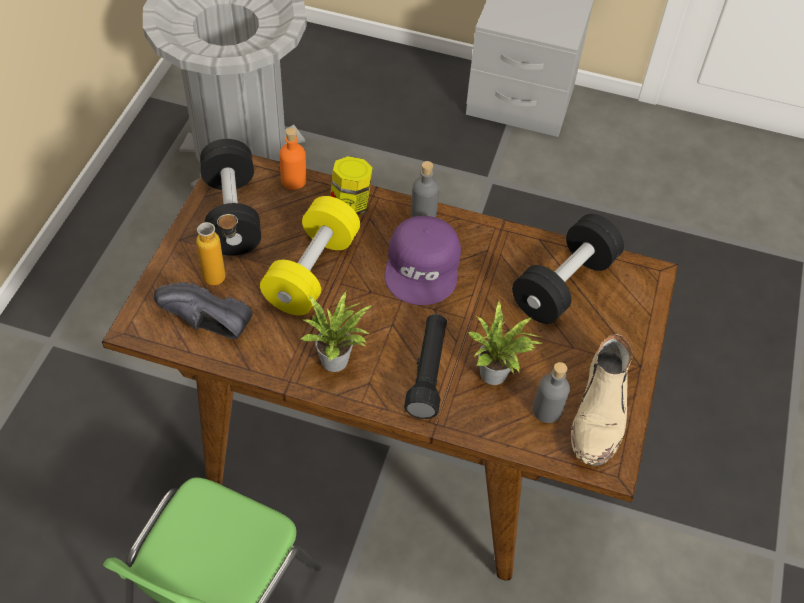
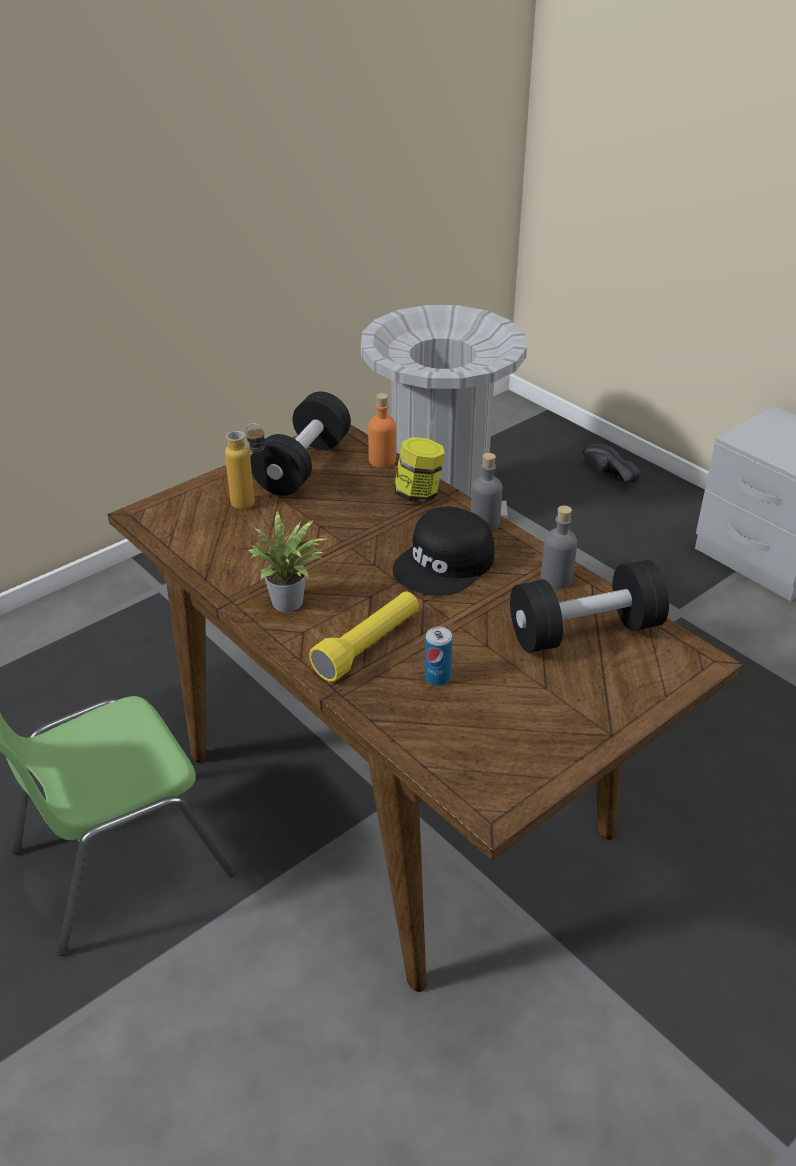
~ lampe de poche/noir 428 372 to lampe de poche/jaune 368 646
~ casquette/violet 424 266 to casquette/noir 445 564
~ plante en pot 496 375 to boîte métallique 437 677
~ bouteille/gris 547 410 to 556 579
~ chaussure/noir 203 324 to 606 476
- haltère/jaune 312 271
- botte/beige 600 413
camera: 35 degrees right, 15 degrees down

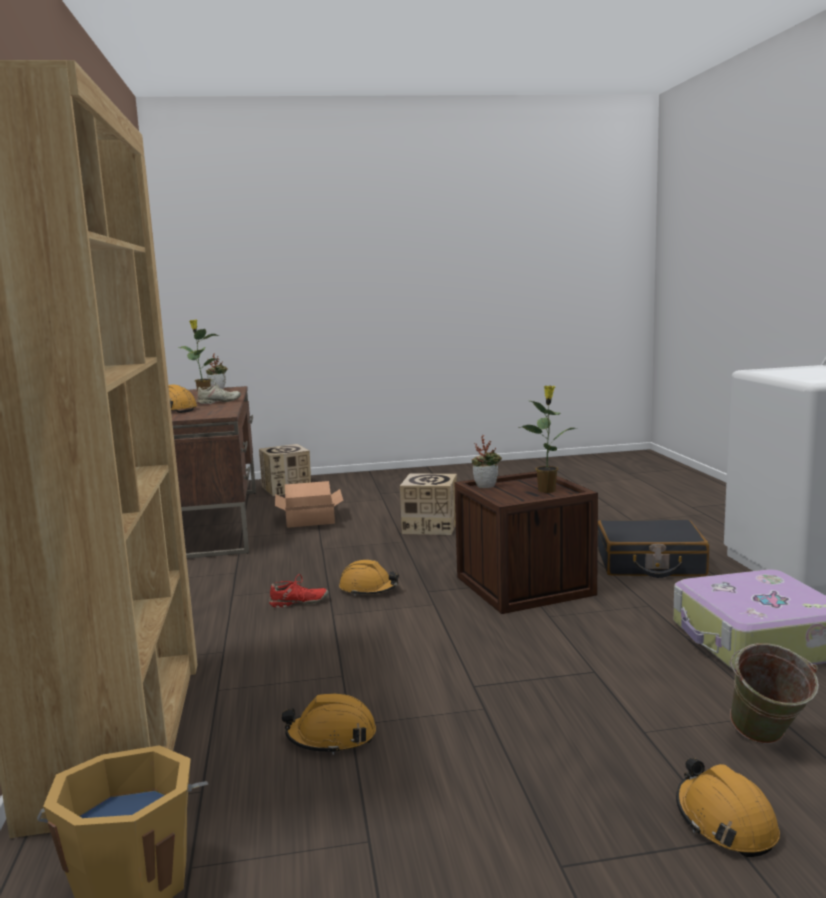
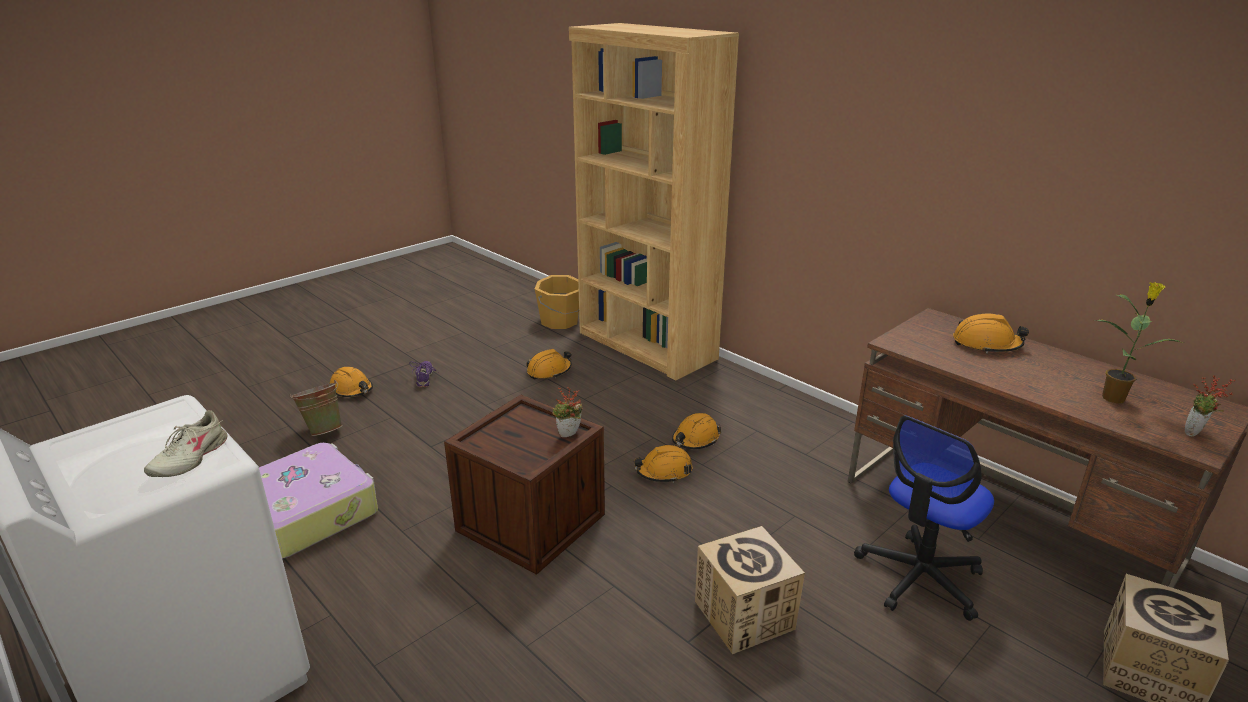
~ chaussure/beige 218 402 to 190 458
+ chaussure/violet 425 378
~ chaussure/rouge 298 603 to casque de chantier/orange 695 439
~ carton 311 518 to chaise de bureau 919 577
- plante en pot 547 490
- valise/noir 650 564
camera: 145 degrees right, 15 degrees up

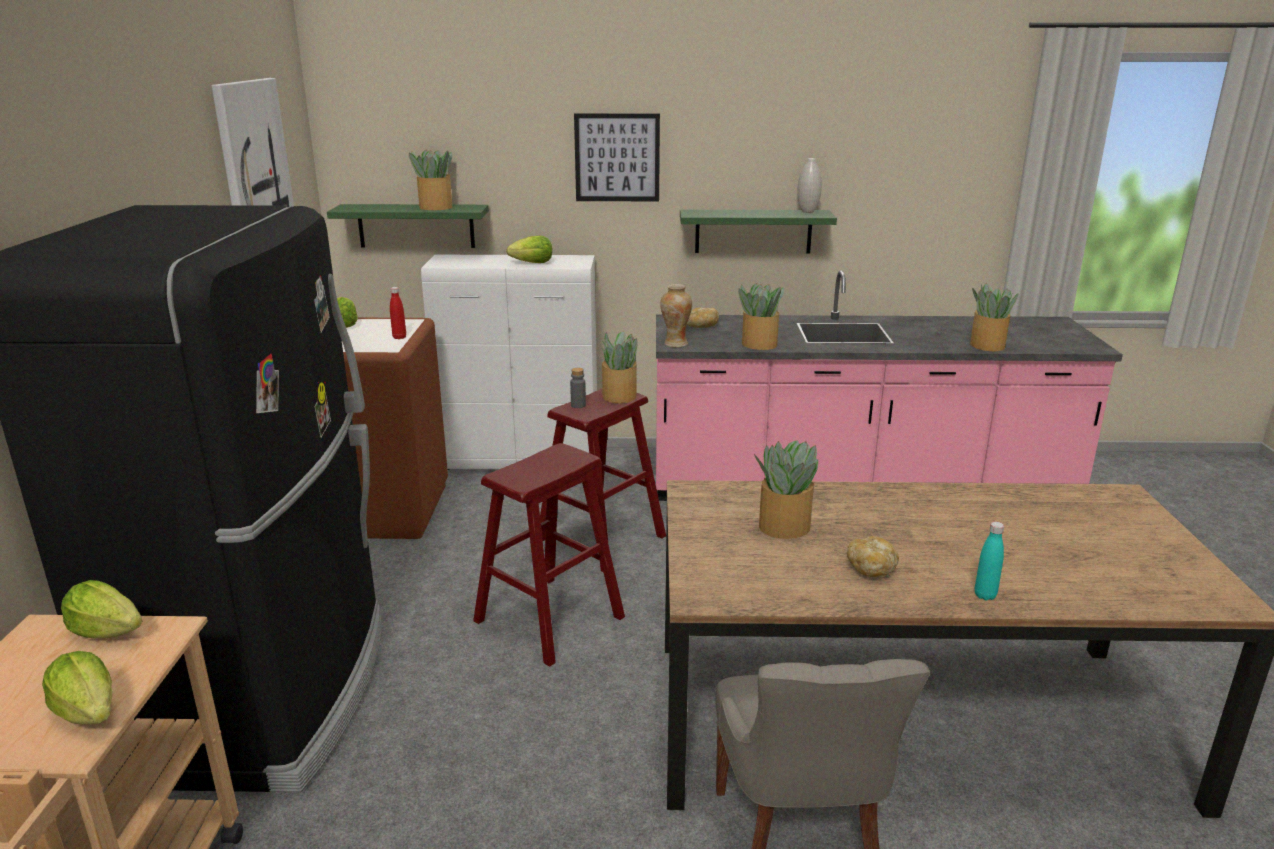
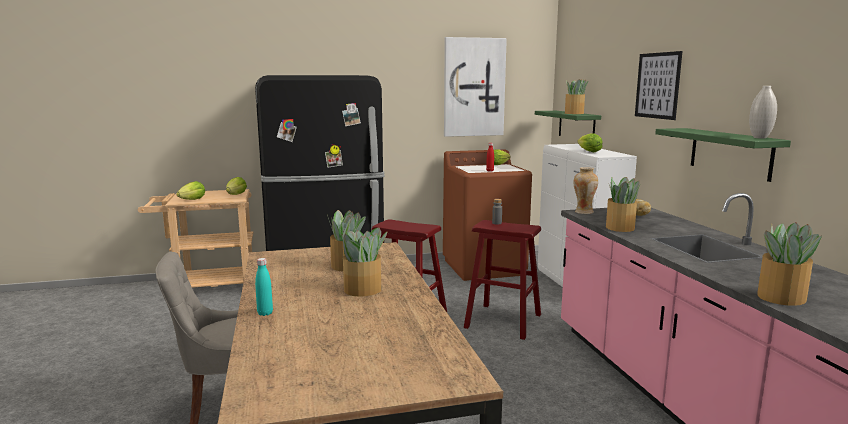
~ plante en pot 619 396 to 363 290
- pain 871 568
camera: 75 degrees right, 10 degrees down

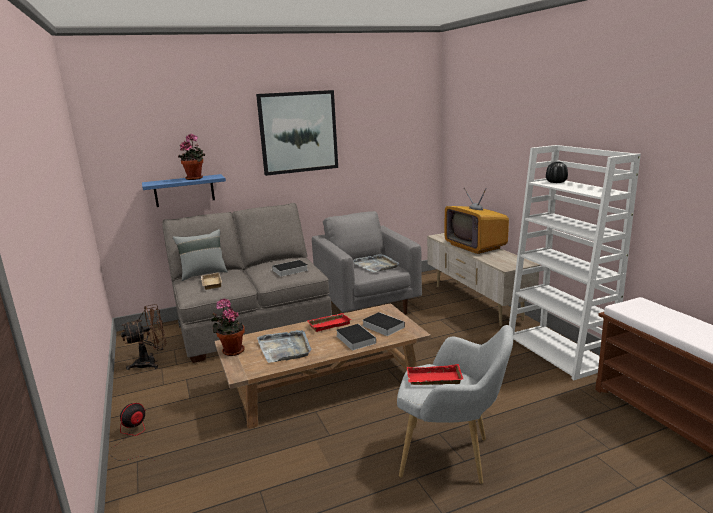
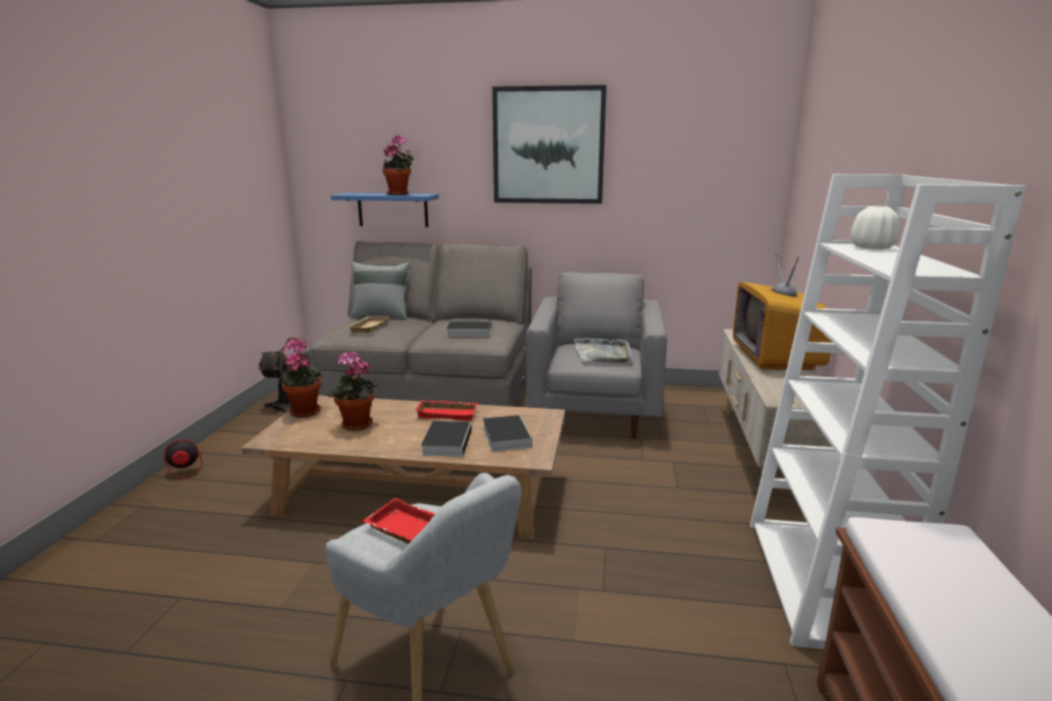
~ plateau/gris 285 348 to plante en pot 356 426
~ vase/noir 556 182 to vase/blanc 872 248
camera: 30 degrees right, 0 degrees up

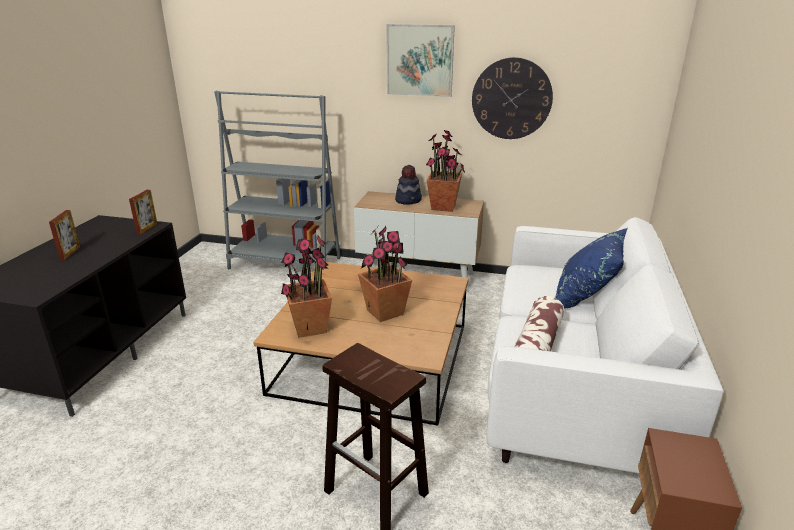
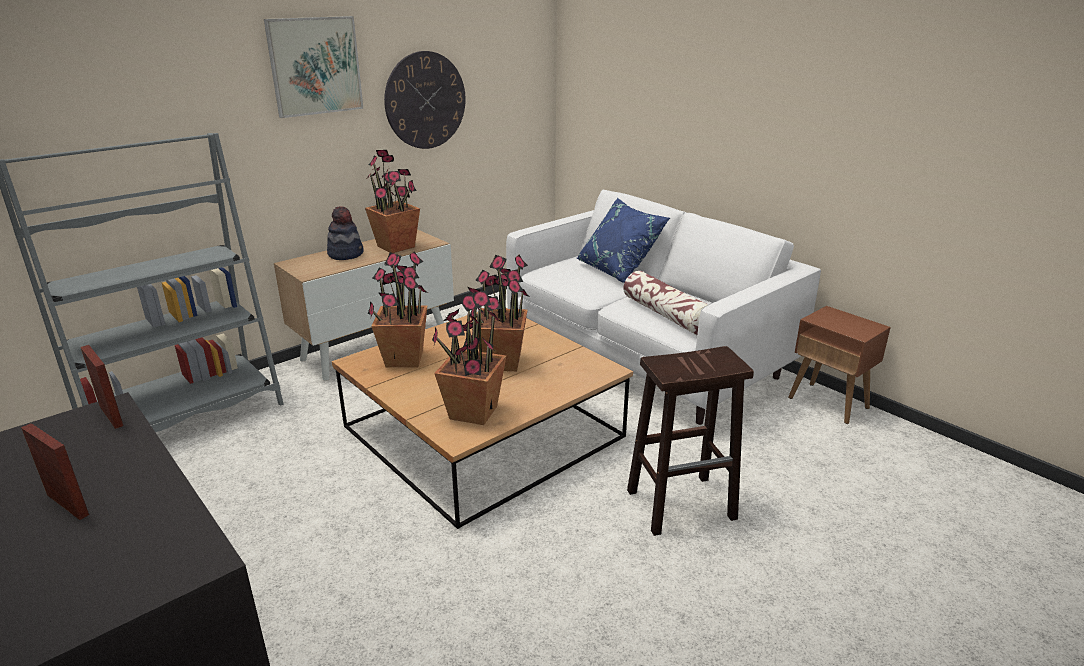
+ plante en pot 404 359
camera: 55 degrees left, 0 degrees up

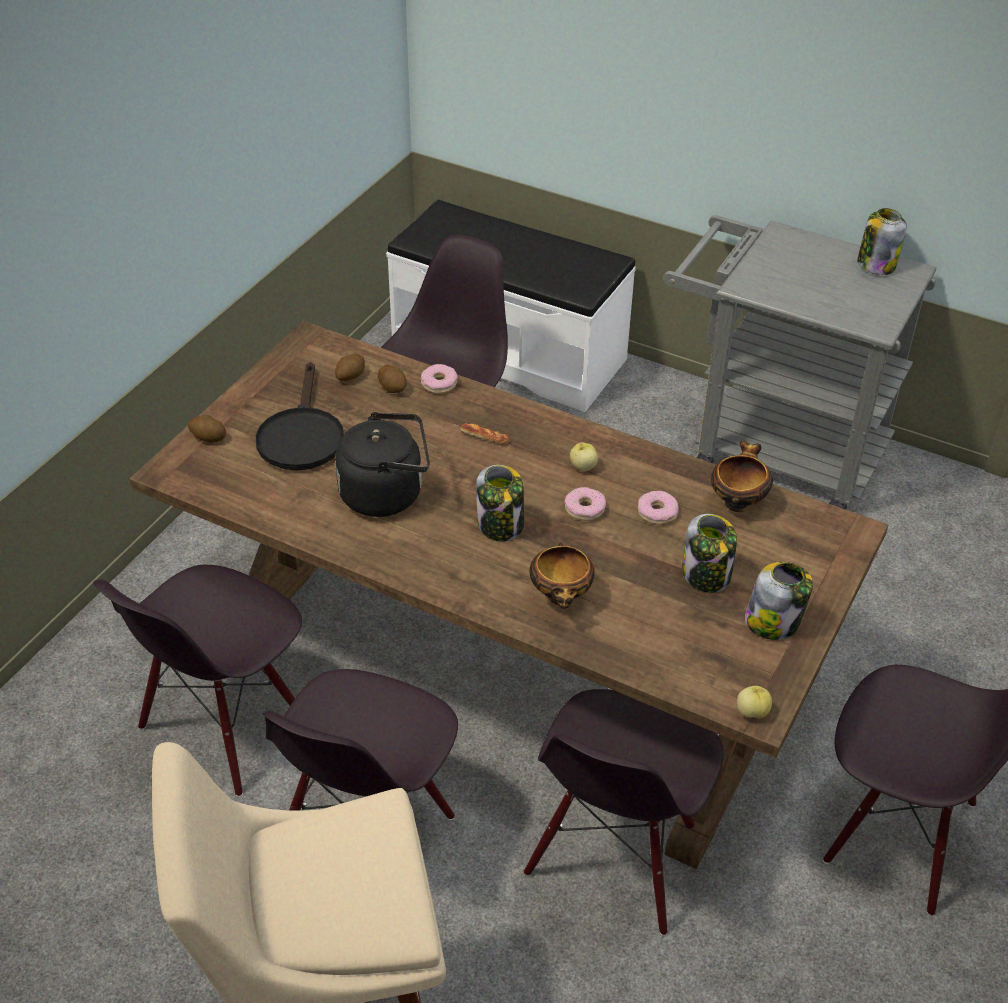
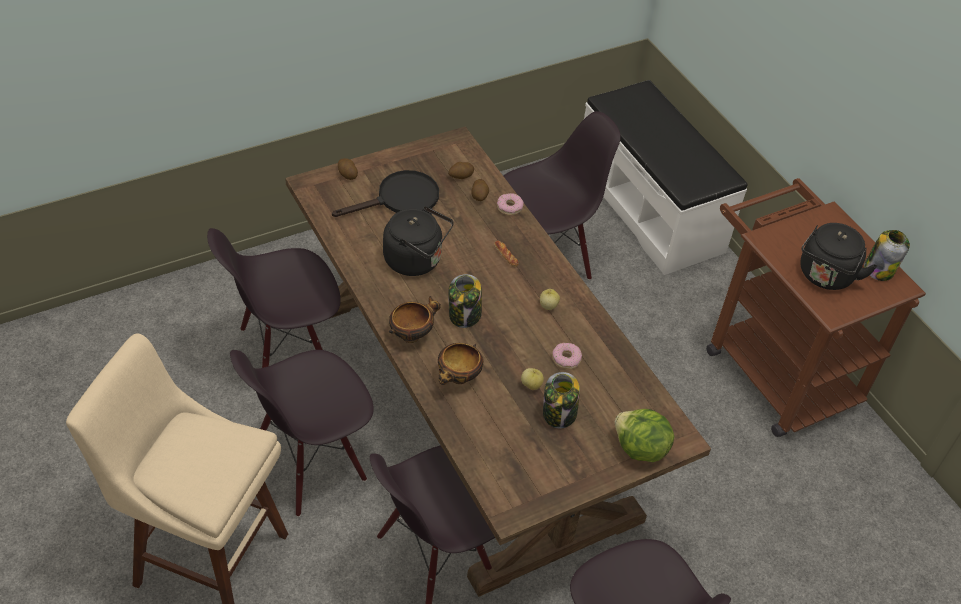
~ poêle/noir 301 435 = 400 199 150 degrees counterclockwise
~ bol 737 502 to 412 335
~ pomme 752 712 to 531 385
+ laitue 639 449
~ chariot/gris 772 448 to chariot/marron 773 366
+ bouilloire/noir 825 276
- beignet 584 509
- bocal 773 622
camera: 30 degrees right, 5 degrees up

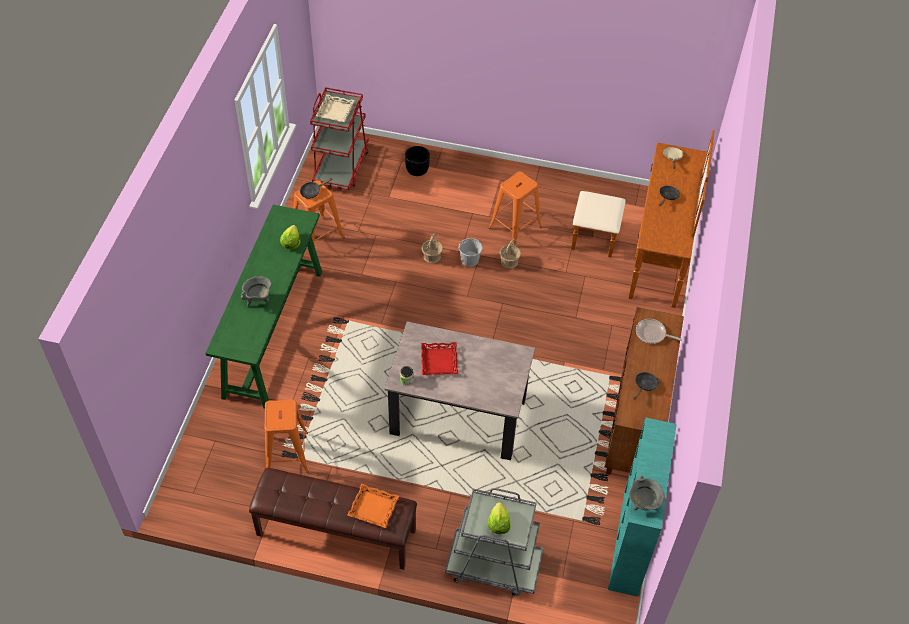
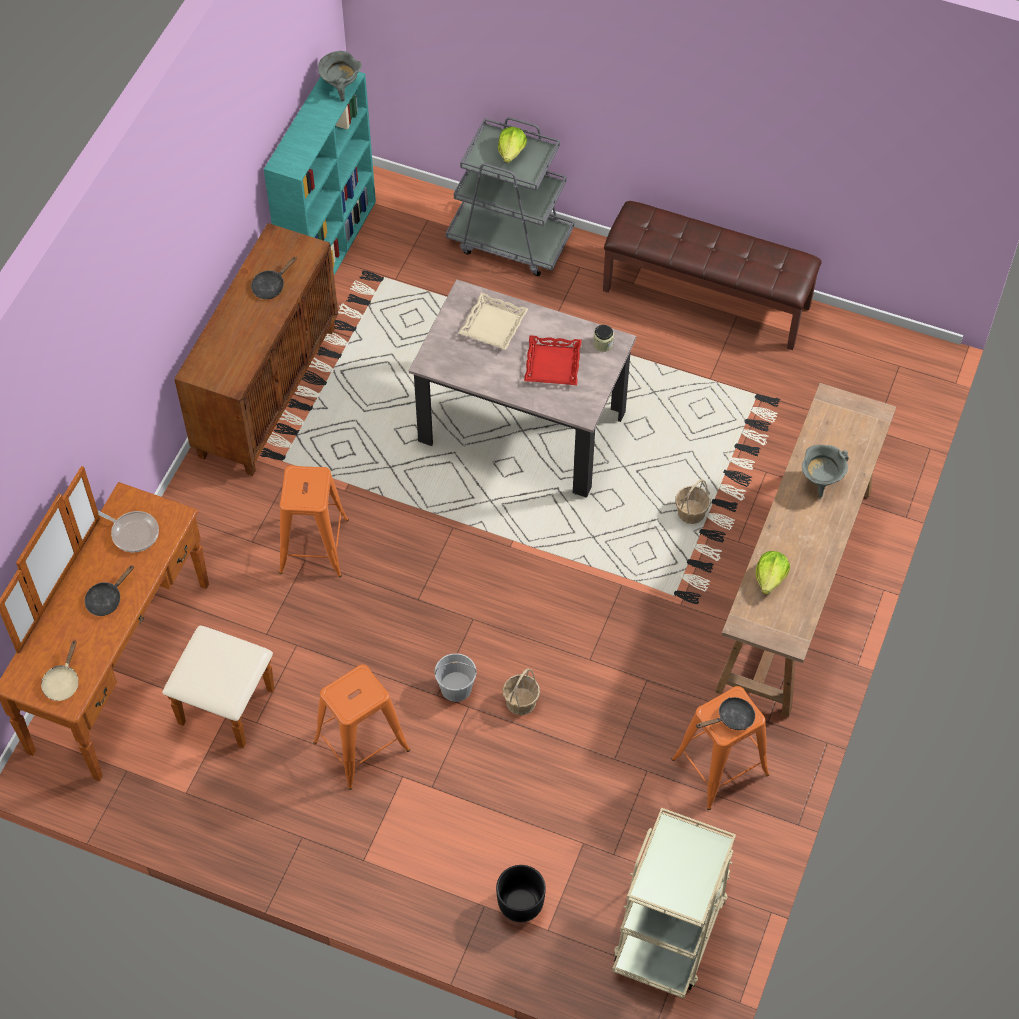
~ poêle 652 334 to 133 533
~ tabouret/orange 287 453 to 313 546
~ plateau/beige 336 111 to 492 325
~ chariot/rouge 341 167 to chariot/beige 670 928
~ panier 509 261 to 690 512
~ table console/vert 274 332 to table console/marron 794 589
- plateau/orange 374 507
camera: 170 degrees left, 5 degrees up

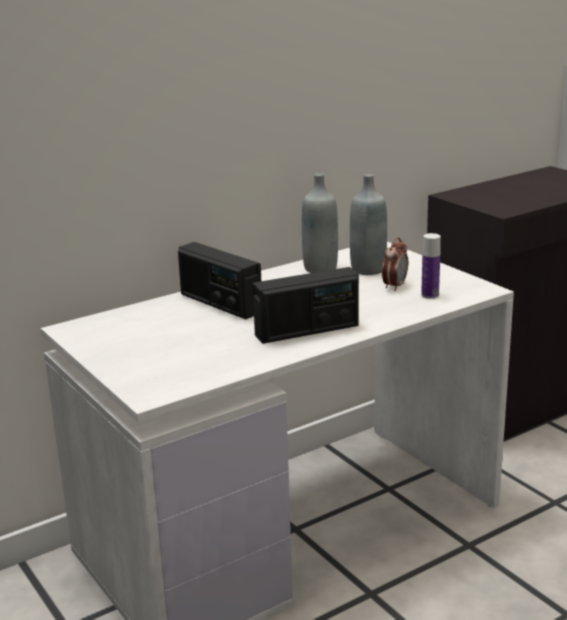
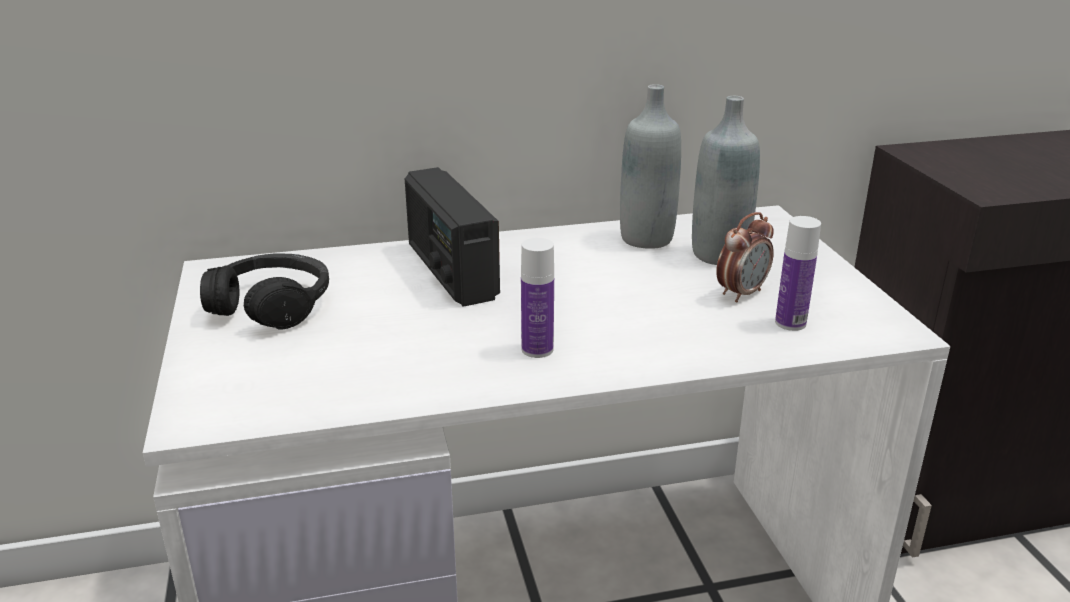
+ casque audio/noir 272 306
~ radio 307 331 to bouteille 537 349
camera: 20 degrees right, 5 degrees up

